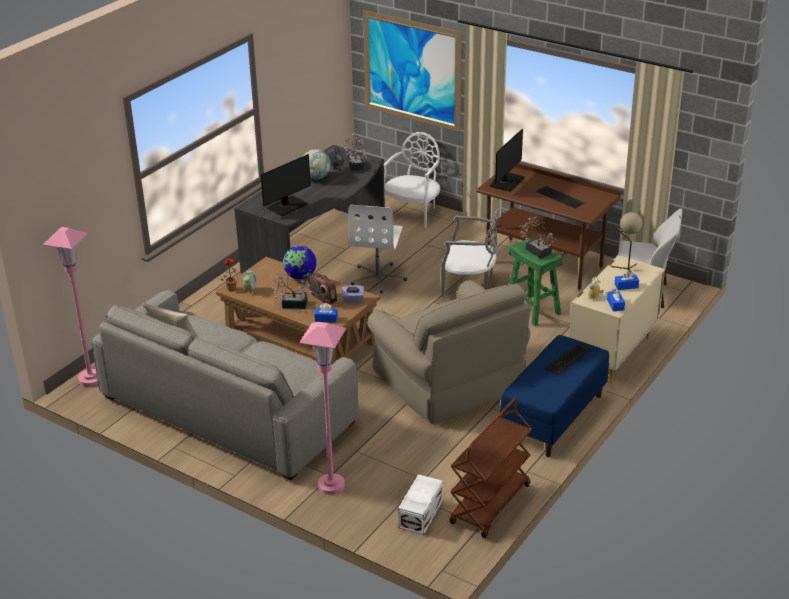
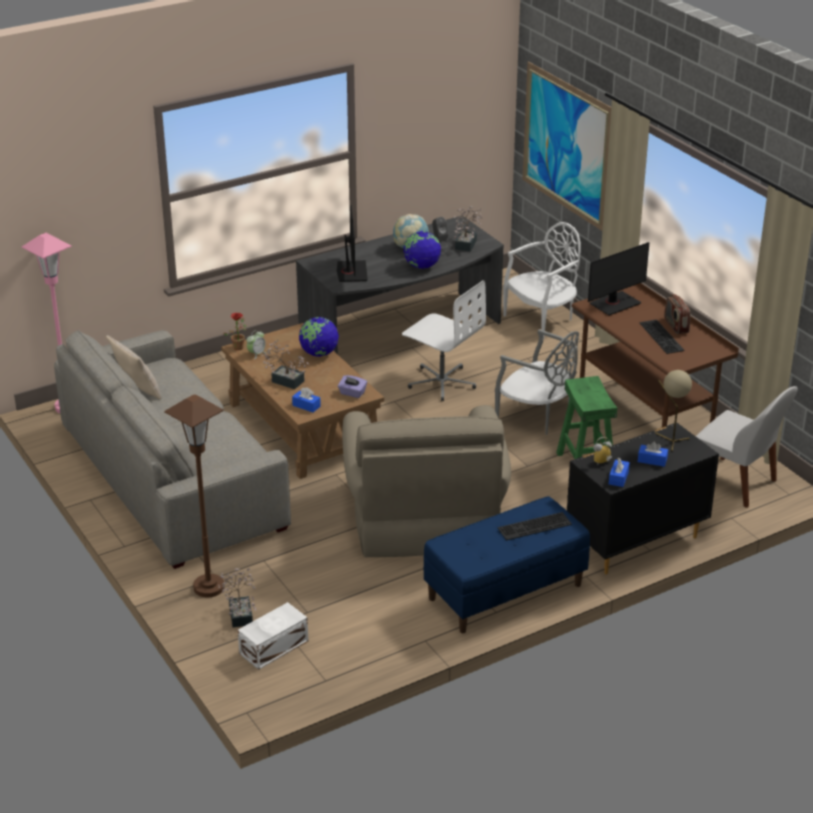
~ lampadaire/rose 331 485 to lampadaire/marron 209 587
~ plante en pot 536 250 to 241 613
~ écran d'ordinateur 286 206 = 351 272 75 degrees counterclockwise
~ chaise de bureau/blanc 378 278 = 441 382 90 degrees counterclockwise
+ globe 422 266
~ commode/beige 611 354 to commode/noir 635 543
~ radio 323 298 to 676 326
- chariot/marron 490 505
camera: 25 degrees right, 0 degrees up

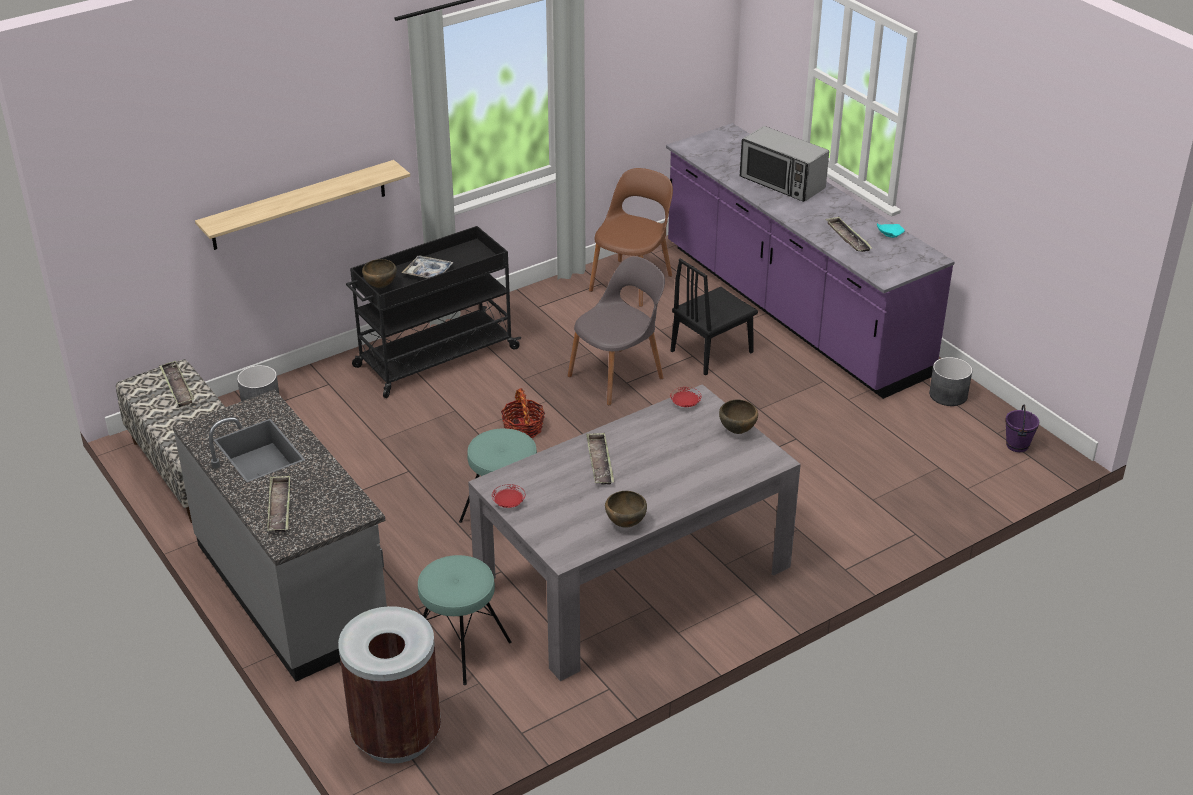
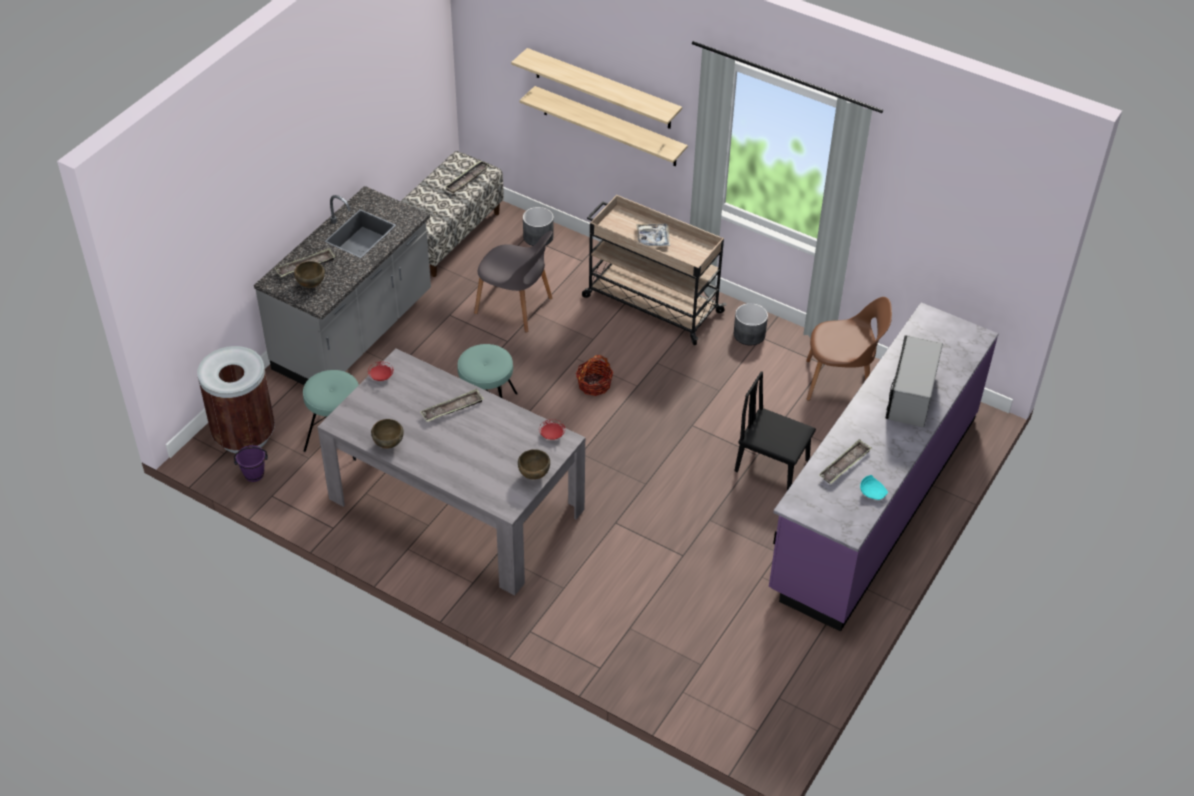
~ seau/violet 1017 445 to 254 475
~ bol/marron 380 286 to 310 285
~ chaise/gris 617 376 to 515 307
+ étagère 603 89
~ chariot/noir 434 358 to chariot/beige 651 304
~ cache-pot/gris 948 395 to 749 334
camera: 65 degrees right, 10 degrees up

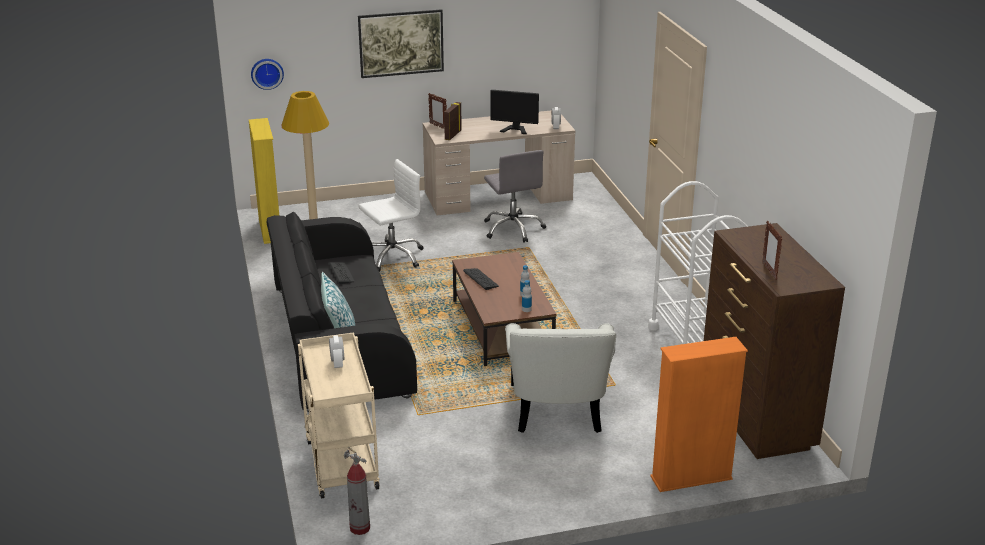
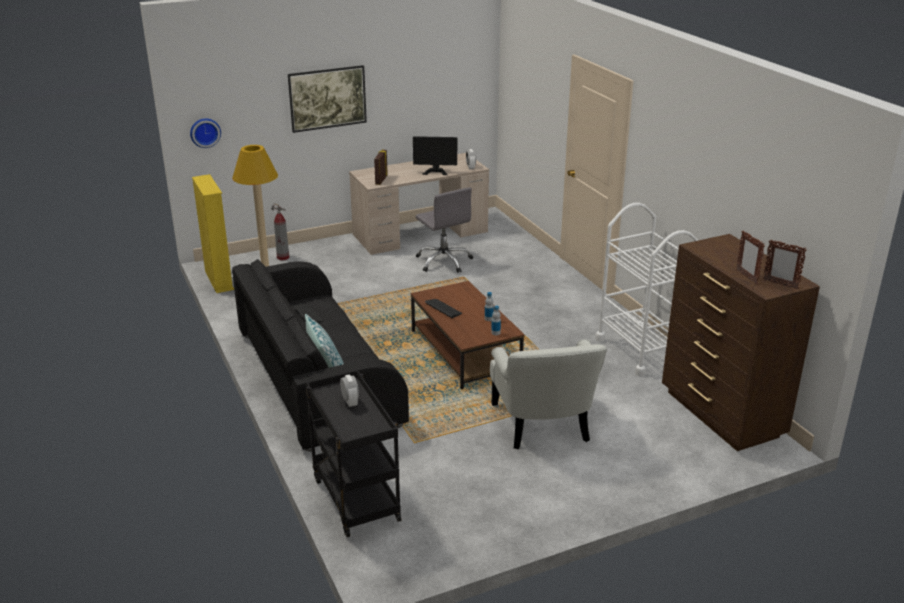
~ extincteur 360 528 to 283 257
~ chariot/beige 340 463 to chariot/noir 354 498
~ cadre photo 438 126 to 780 284
- chaise de bureau/blanc 392 257
- bibliothèque/orange 691 478
camera: 10 degrees left, 0 degrees up

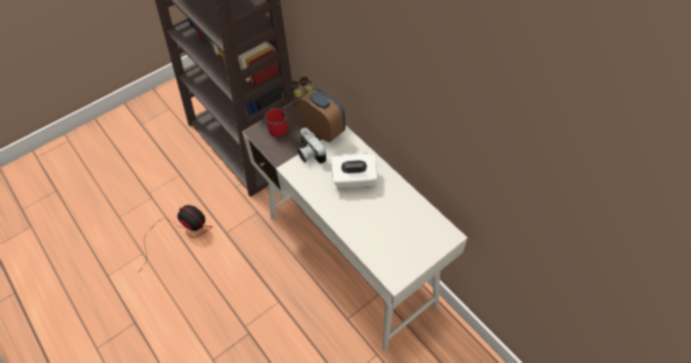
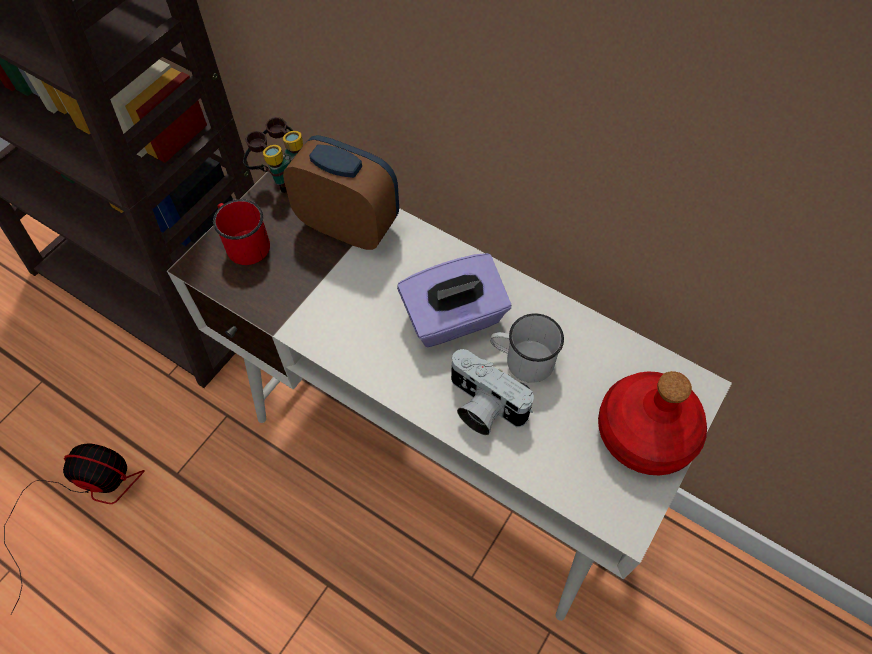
~ boîte à mouchoirs/blanc 354 180 to boîte à mouchoirs/violet 454 319
~ appareil photo 309 153 to 482 406
+ mug/blanc 522 360
+ bouteille/rouge 644 431
camera: 20 degrees left, 5 degrees up

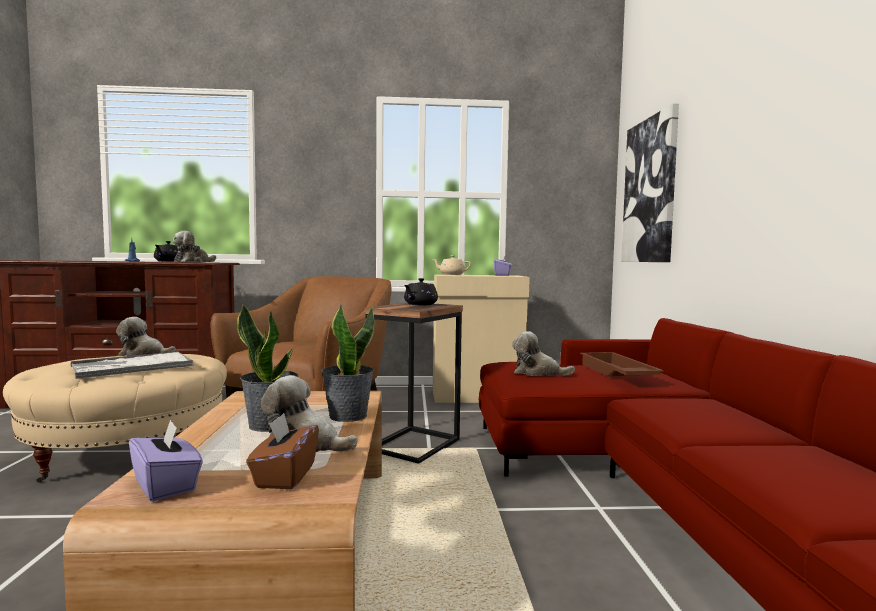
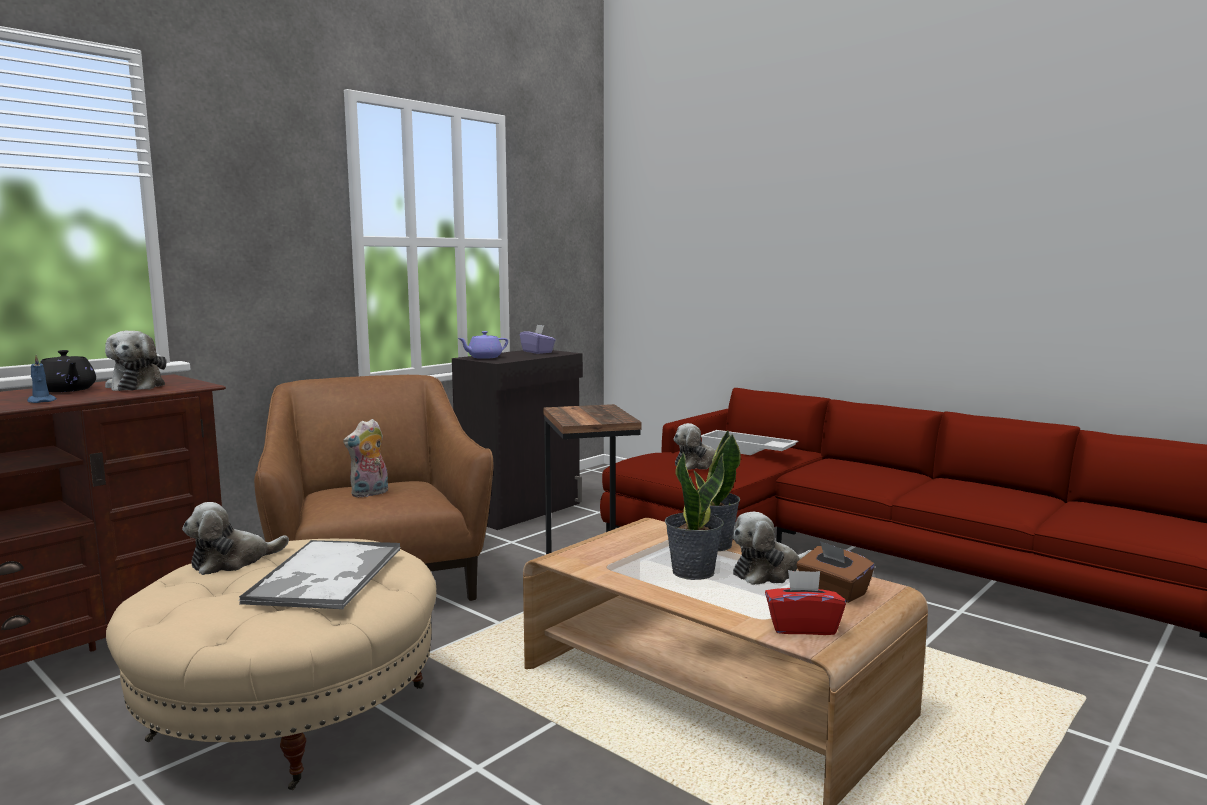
+ peluche 370 494
~ meuble de rangement/beige 477 396 to meuble de rangement/noir 522 510
~ théière/beige 451 274 to théière/violet 484 357
~ plateau/marron 616 373 to plateau/blanc 746 450
~ boîte à mouchoirs/violet 166 485 to boîte à mouchoirs/rouge 802 627
- théière/noir 420 304
- tableau 650 191
camera: 45 degrees left, 5 degrees up

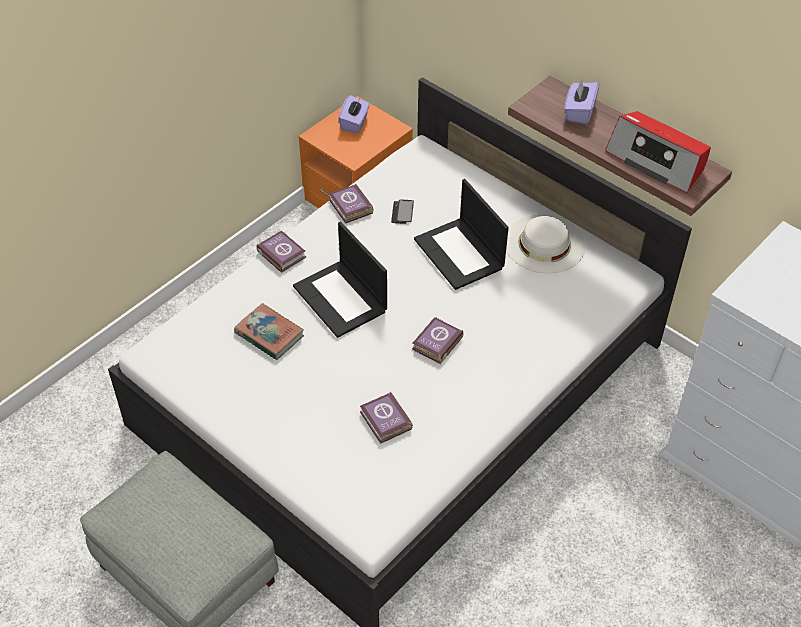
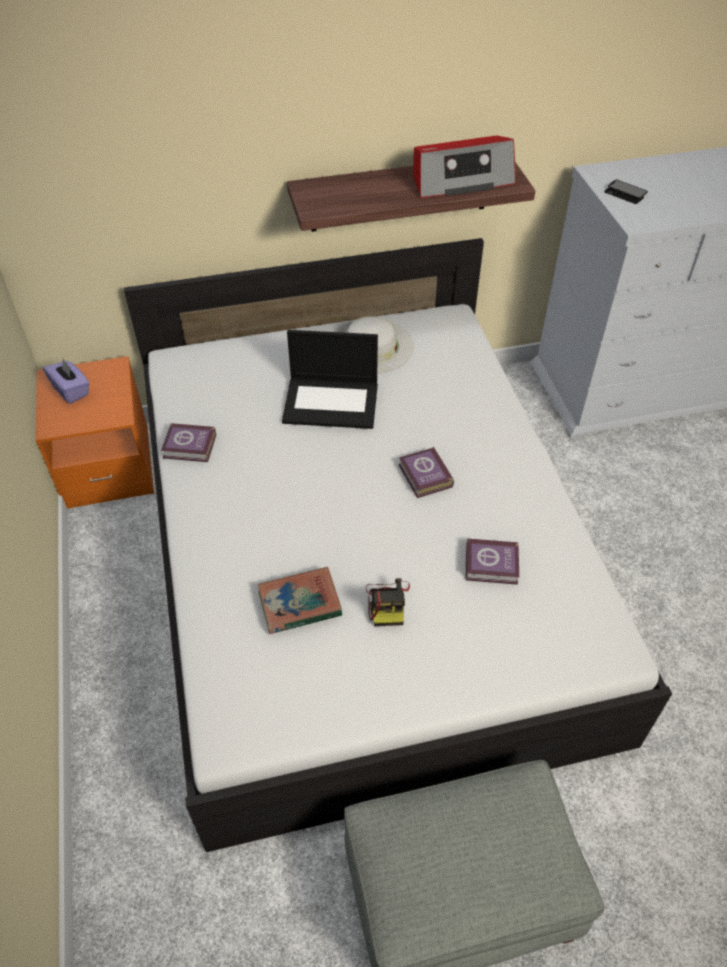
+ appareil photo 388 602
~ téléphone 402 212 to 625 193
- livre 281 253
- ordinateur portable 341 299
- boîte à mouchoirs/violet 579 112
camera: 55 degrees left, 0 degrees up

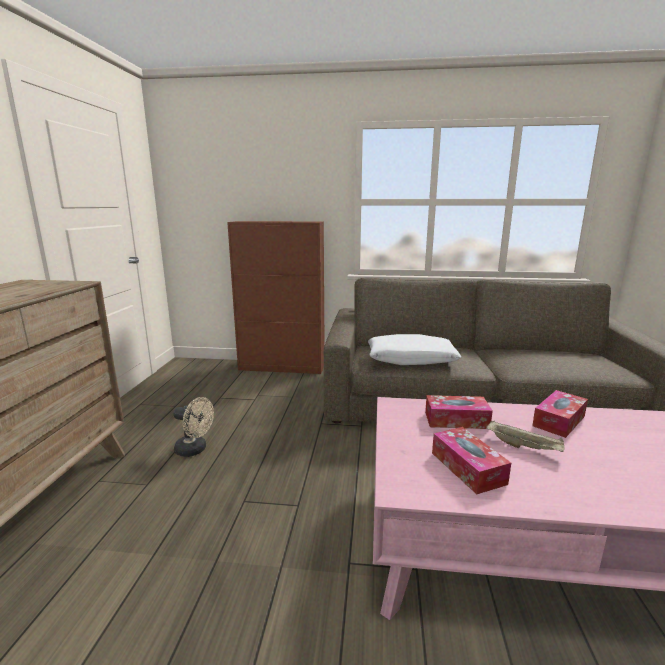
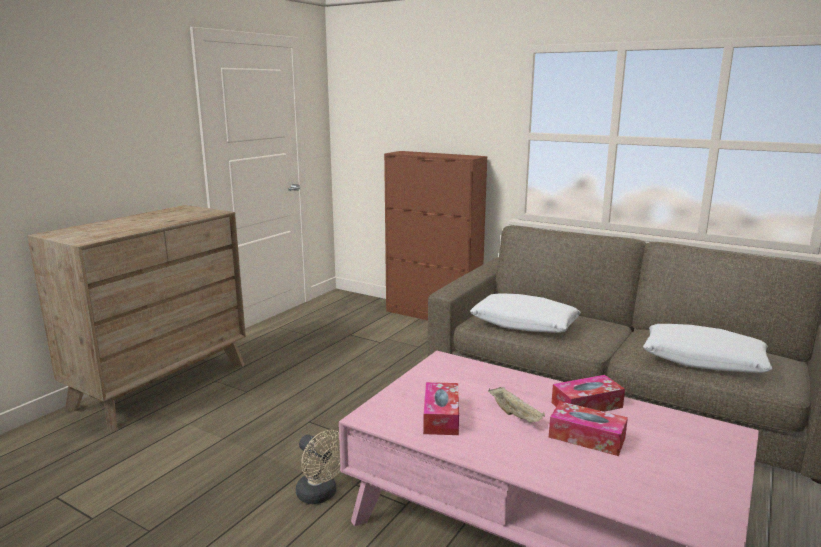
~ ventilateur/beige 195 450 to 320 495
~ boîte à mouchoirs 456 420 to 586 437
+ coussin/blanc 703 360
camera: 25 degrees right, 0 degrees up

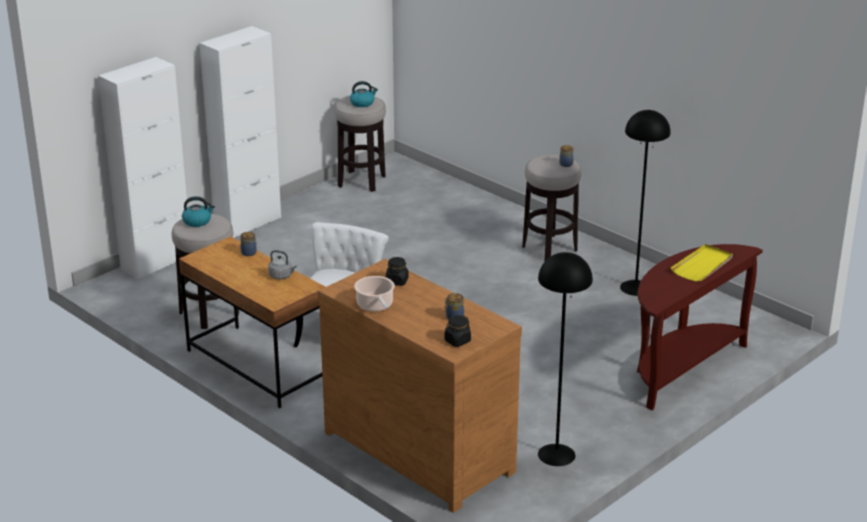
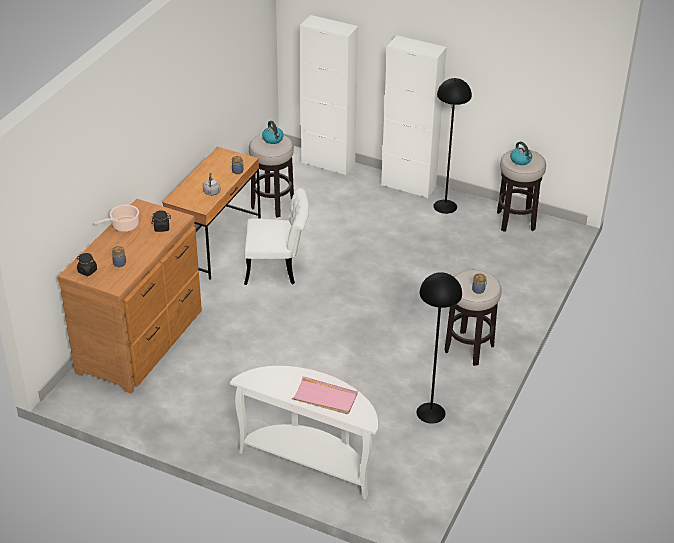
~ table console/marron 681 368 to table console/blanc 311 462
~ plateau/jaune 702 265 to plateau/rose 325 398
~ lampadaire/noir 556 455 to 445 206
camera: 70 degrees right, 10 degrees up

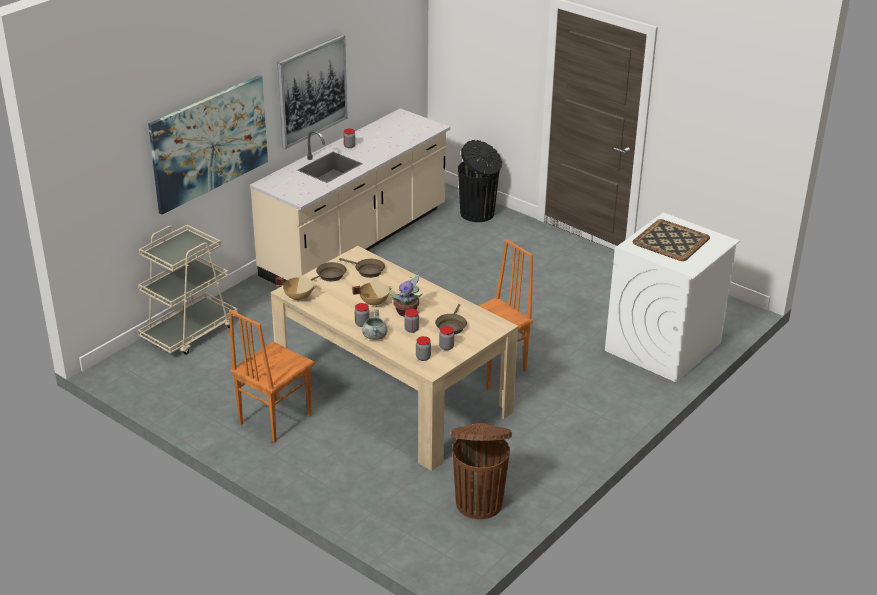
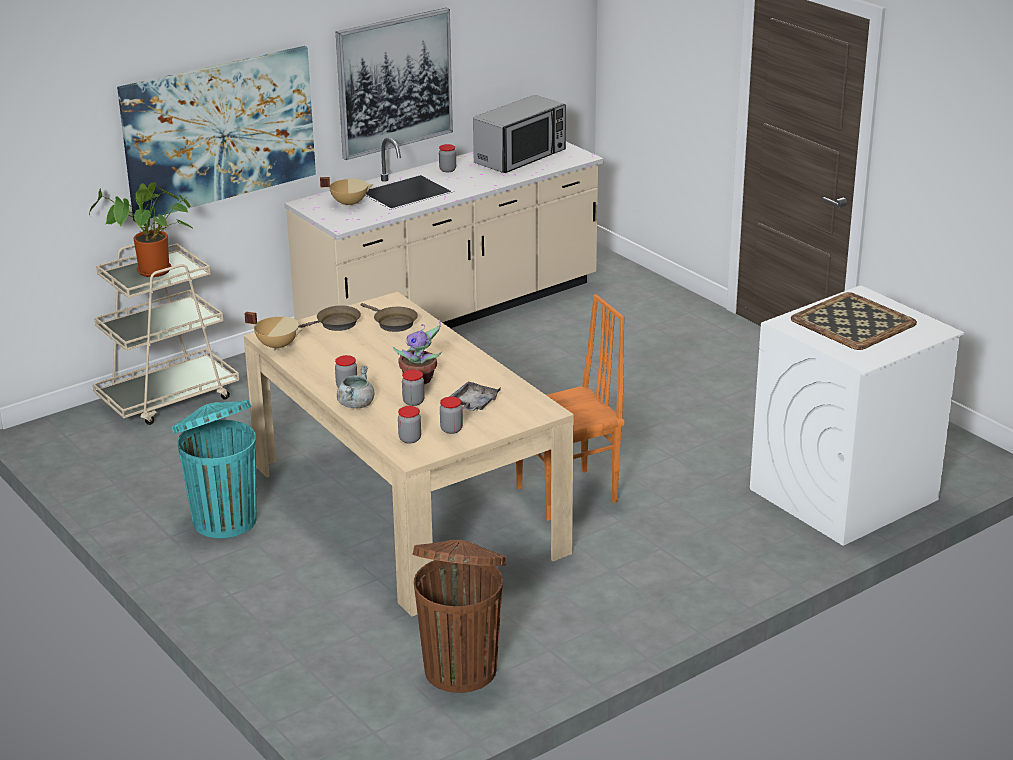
+ plante en pot 151 272
~ chaise/orange 274 419 to poubelle/turquoise 223 519
~ marmite/beige 374 302 to 349 203
~ poêle/marron 451 326 to plateau/gris 473 404
+ micro-ondes 520 157
- poubelle/noir 478 214
camera: 15 degrees right, 5 degrees down

